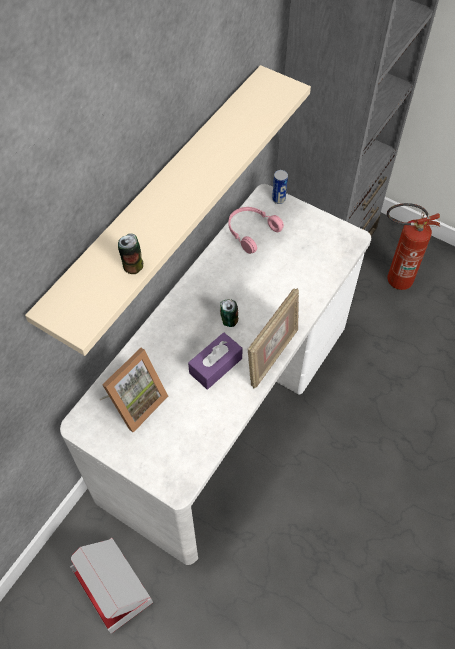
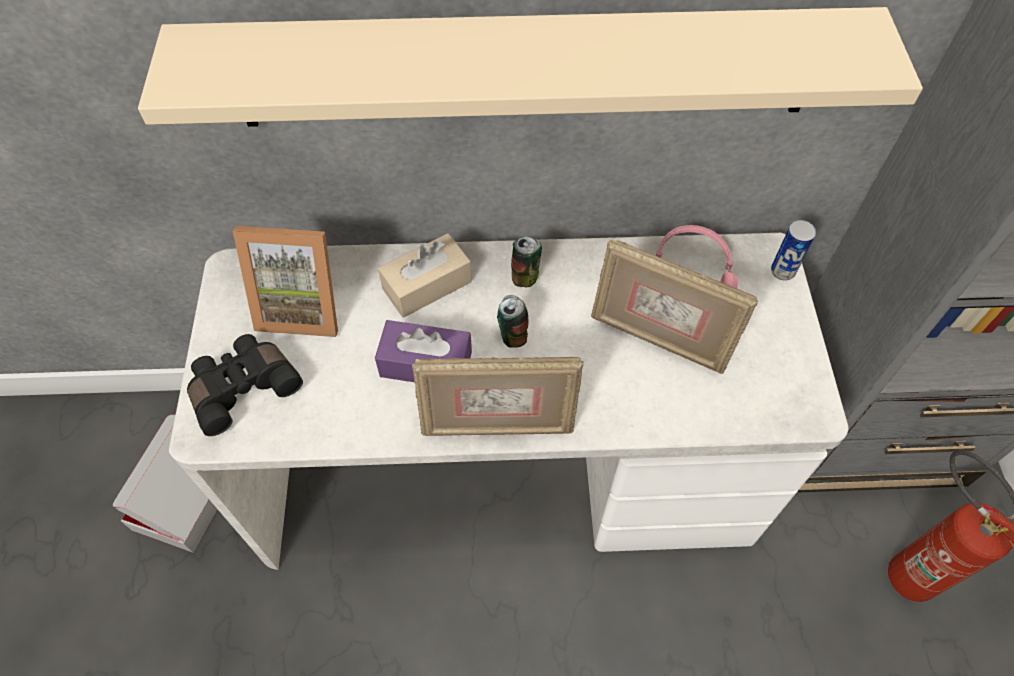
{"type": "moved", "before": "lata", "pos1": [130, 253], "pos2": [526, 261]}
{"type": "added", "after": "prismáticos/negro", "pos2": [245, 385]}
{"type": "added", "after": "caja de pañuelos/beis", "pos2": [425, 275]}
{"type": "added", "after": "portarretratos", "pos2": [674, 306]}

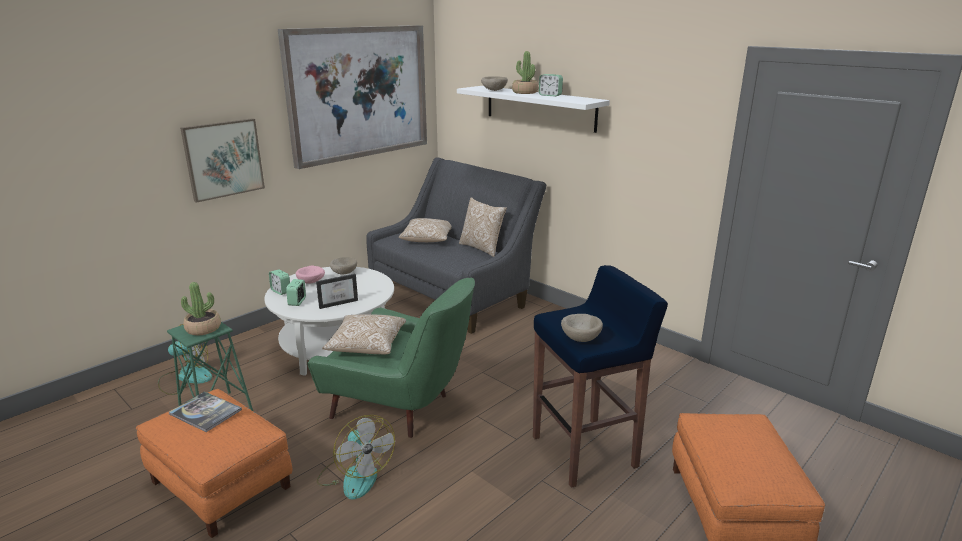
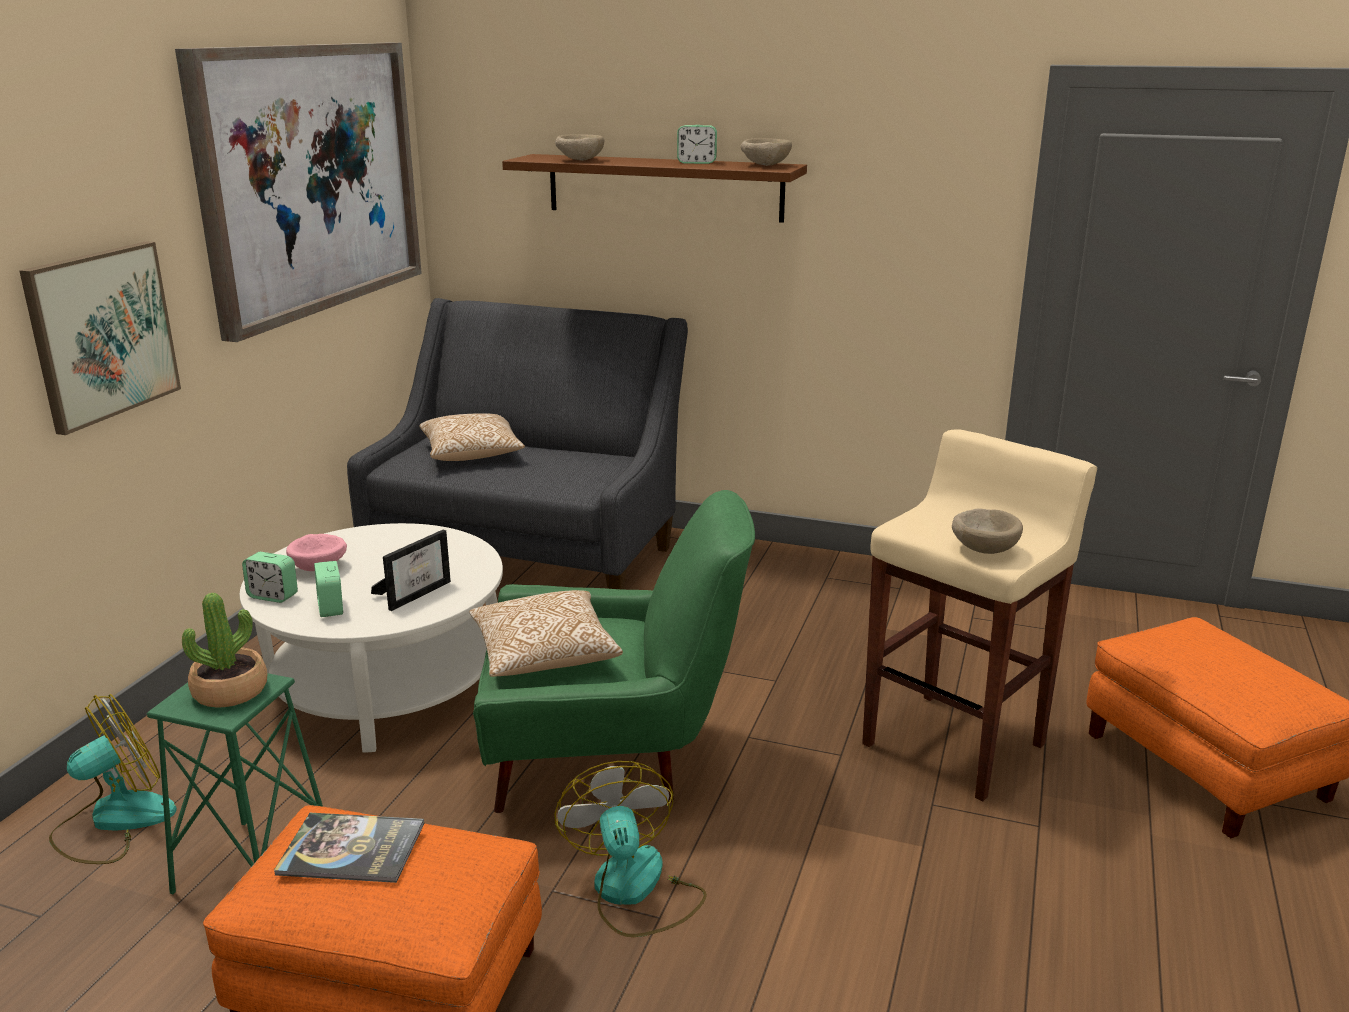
{"type": "turned", "before": "ventilador", "pos1": [356, 457], "pos2": [630, 849], "turn": -135}
{"type": "moved", "before": "cuenco/beis", "pos1": [343, 265], "pos2": [766, 152]}
{"type": "recoloured", "before": "estante/blanco", "after": "estante/marrón", "pos1": [533, 109], "pos2": [654, 188]}
{"type": "removed", "before": "cojín", "pos1": [483, 227]}
{"type": "removed", "before": "planta en maceta", "pos1": [525, 72]}
{"type": "recoloured", "before": "taburete/azul", "after": "taburete/beis", "pos1": [600, 376], "pos2": [979, 615]}

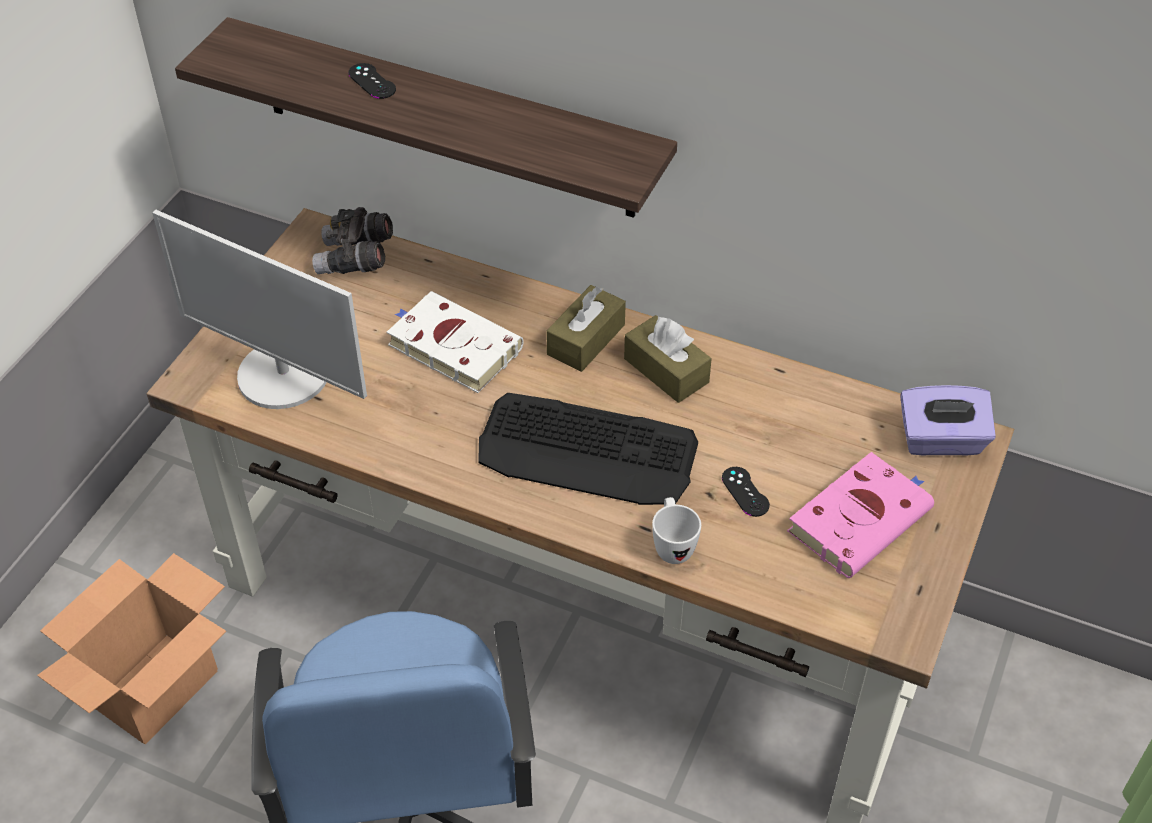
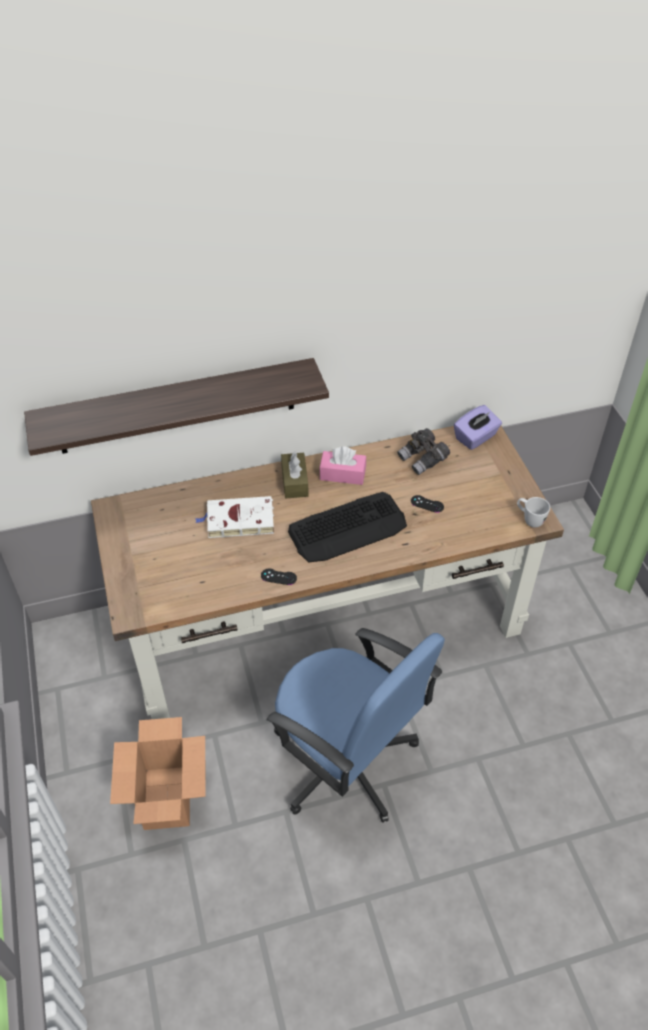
{"type": "removed", "before": "monitor", "pos1": [259, 309]}
{"type": "moved", "before": "prismáticos/gris", "pos1": [352, 240], "pos2": [423, 451]}
{"type": "moved", "before": "mando de consola/negro", "pos1": [372, 81], "pos2": [279, 576]}
{"type": "recoloured", "before": "caja de pañuelos/marrón", "after": "caja de pañuelos/rosa", "pos1": [668, 359], "pos2": [342, 466]}
{"type": "moved", "before": "taza grande/blanco", "pos1": [676, 530], "pos2": [533, 512]}
{"type": "removed", "before": "libro/rosa", "pos1": [860, 515]}

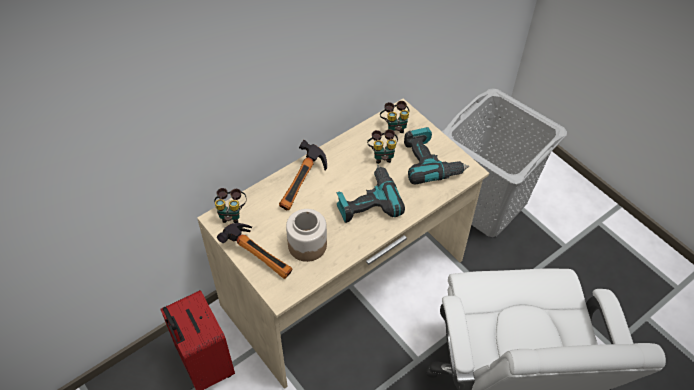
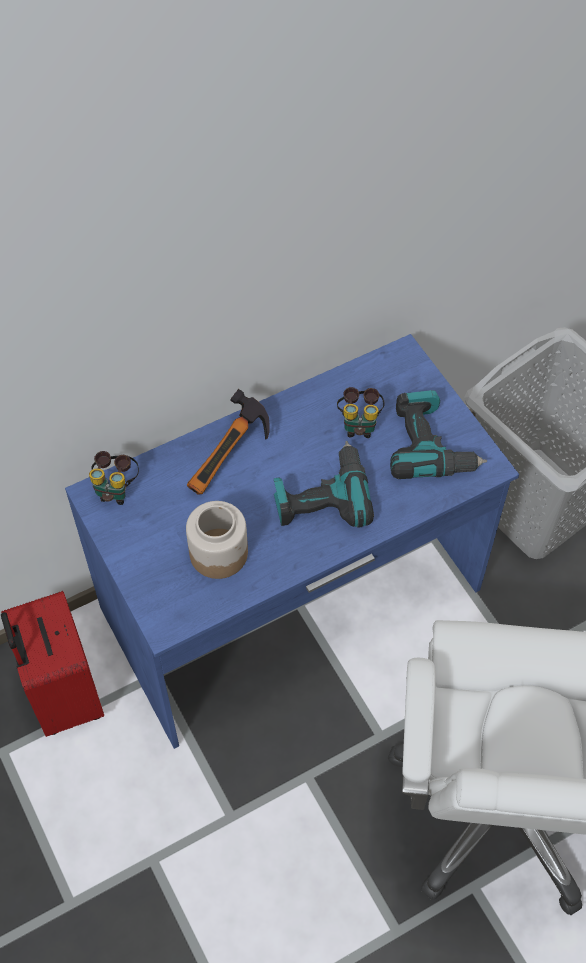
{"type": "recoloured", "before": "escritorio/beis", "after": "escritorio/azul", "pos1": [343, 244], "pos2": [292, 541]}
{"type": "removed", "before": "martillo", "pos1": [254, 251]}
{"type": "removed", "before": "prismáticos", "pos1": [394, 117]}

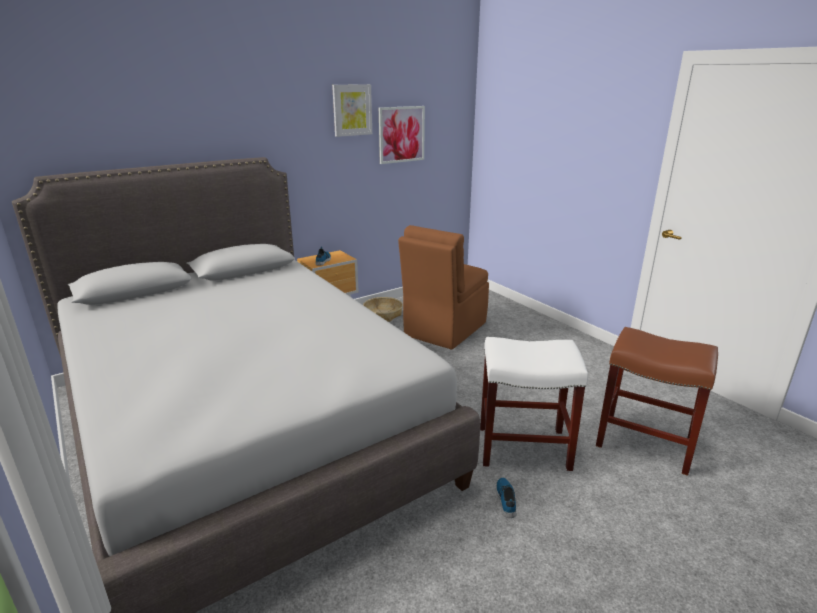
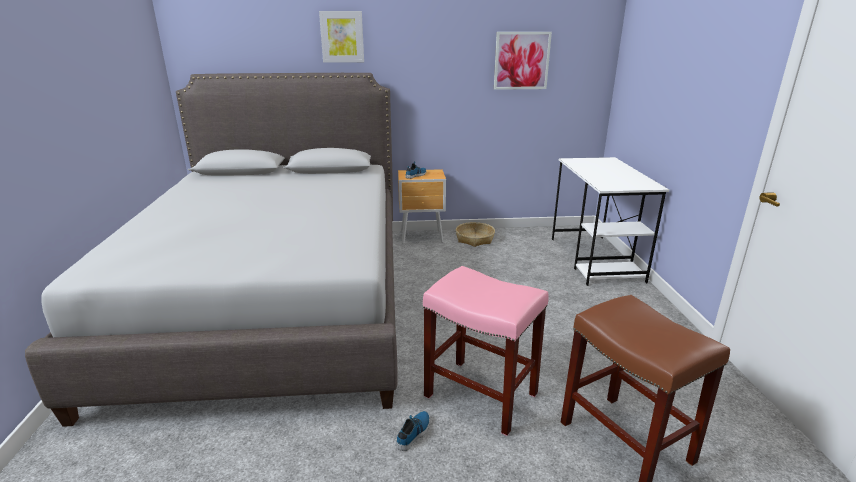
{"type": "moved", "before": "cuadro", "pos1": [352, 110], "pos2": [341, 37]}
{"type": "removed", "before": "silla/marrón", "pos1": [443, 287]}
{"type": "recoloured", "before": "taburete/blanco", "after": "taburete/rosa", "pos1": [534, 404], "pos2": [486, 351]}
{"type": "added", "after": "escritorio/blanco", "pos2": [610, 221]}

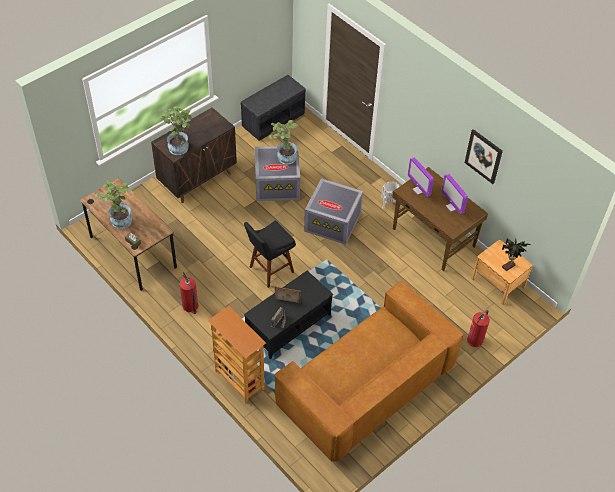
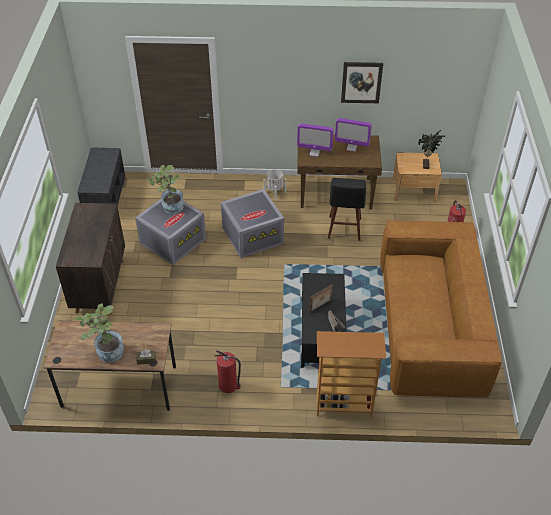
{"type": "removed", "before": "planta en maceta", "pos1": [176, 130]}
{"type": "moved", "before": "taburete/negro", "pos1": [270, 254], "pos2": [347, 209]}

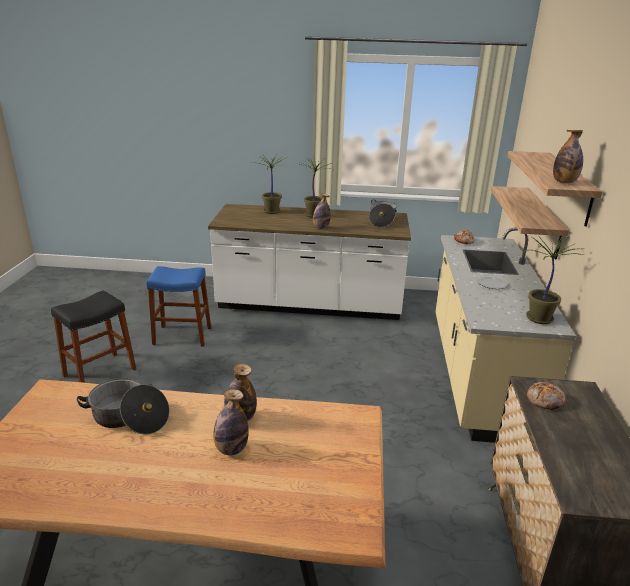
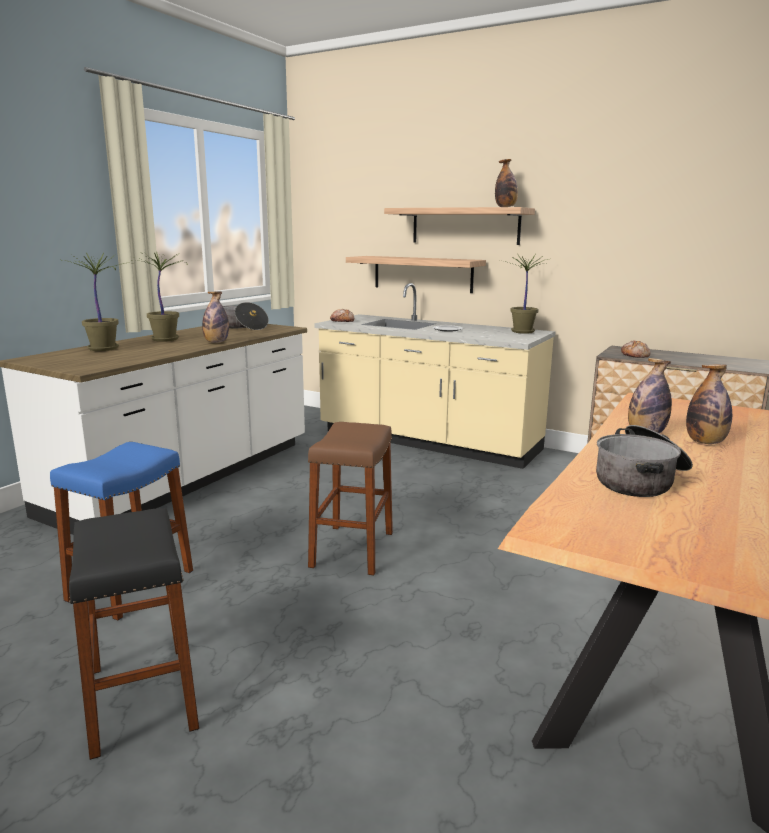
{"type": "added", "after": "taburete/marrón", "pos2": [350, 498]}

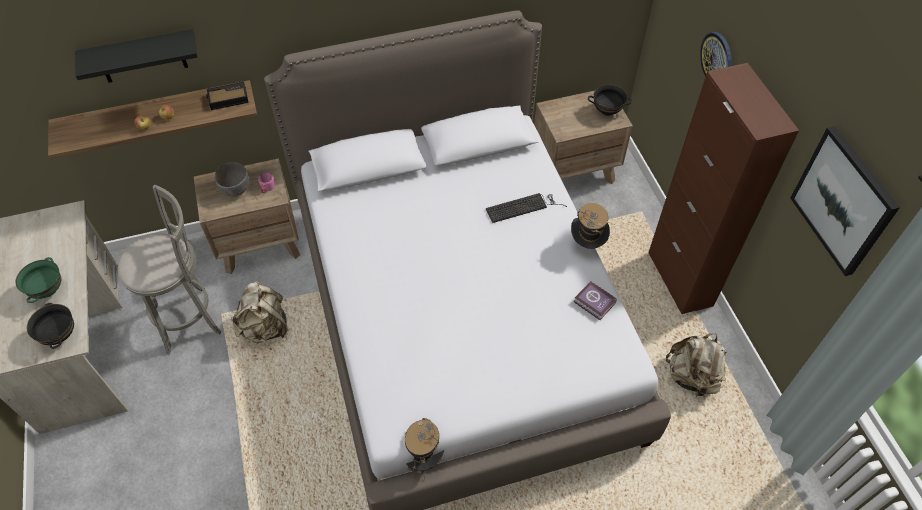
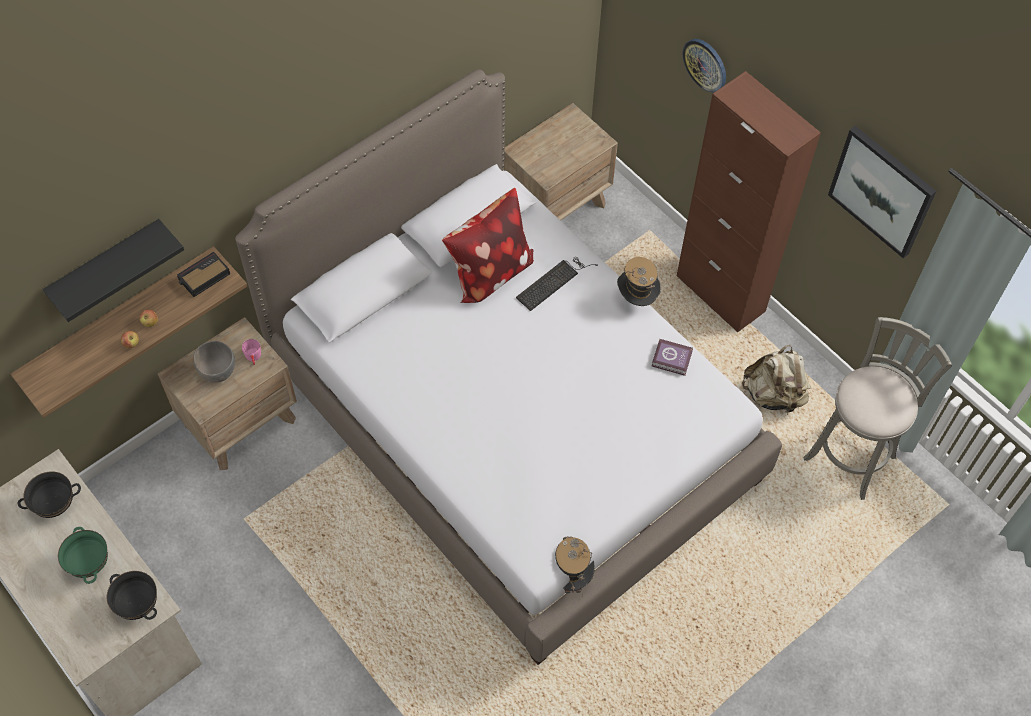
{"type": "moved", "before": "taburete/gris", "pos1": [169, 269], "pos2": [877, 408]}
{"type": "removed", "before": "mochila/beis", "pos1": [259, 313]}
{"type": "moved", "before": "cuenco/negro", "pos1": [610, 100], "pos2": [49, 494]}
{"type": "added", "after": "cojín", "pos2": [488, 245]}

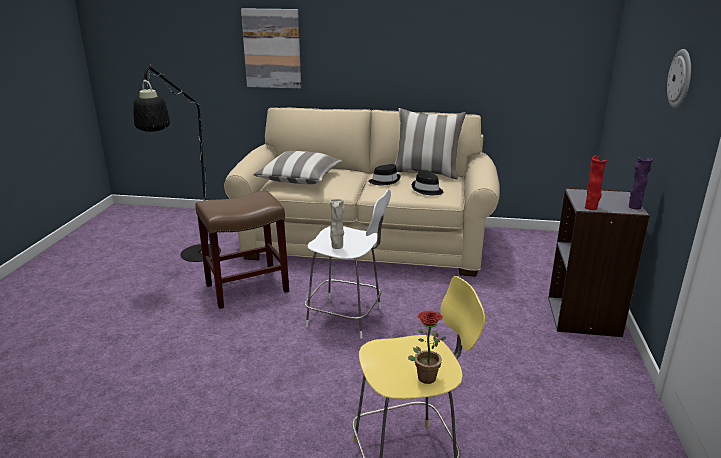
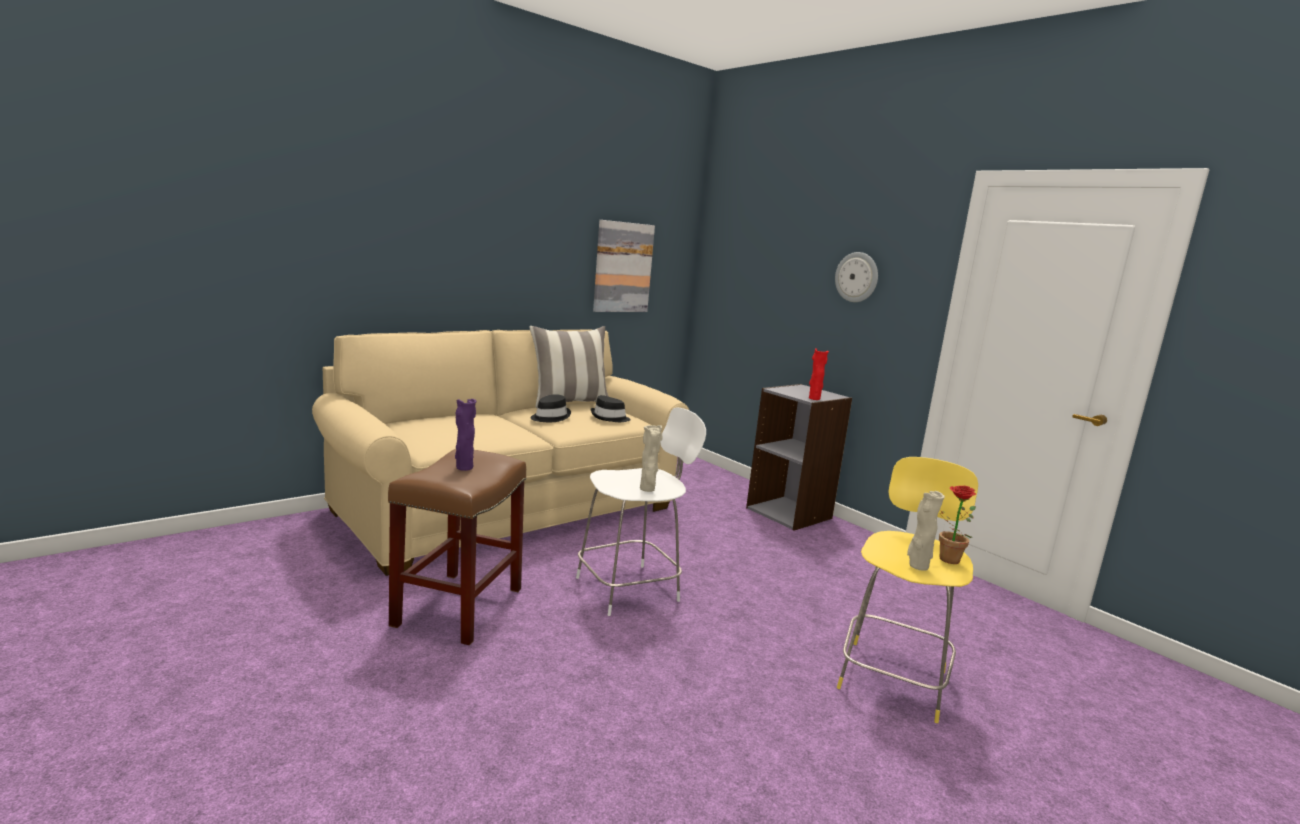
{"type": "removed", "before": "lámpara de pie/negro", "pos1": [177, 163]}
{"type": "moved", "before": "cuadro", "pos1": [271, 49], "pos2": [624, 266]}
{"type": "removed", "before": "cojín", "pos1": [297, 167]}
{"type": "moved", "before": "florero/morado", "pos1": [641, 183], "pos2": [466, 435]}
{"type": "added", "after": "florero/beis", "pos2": [926, 531]}

